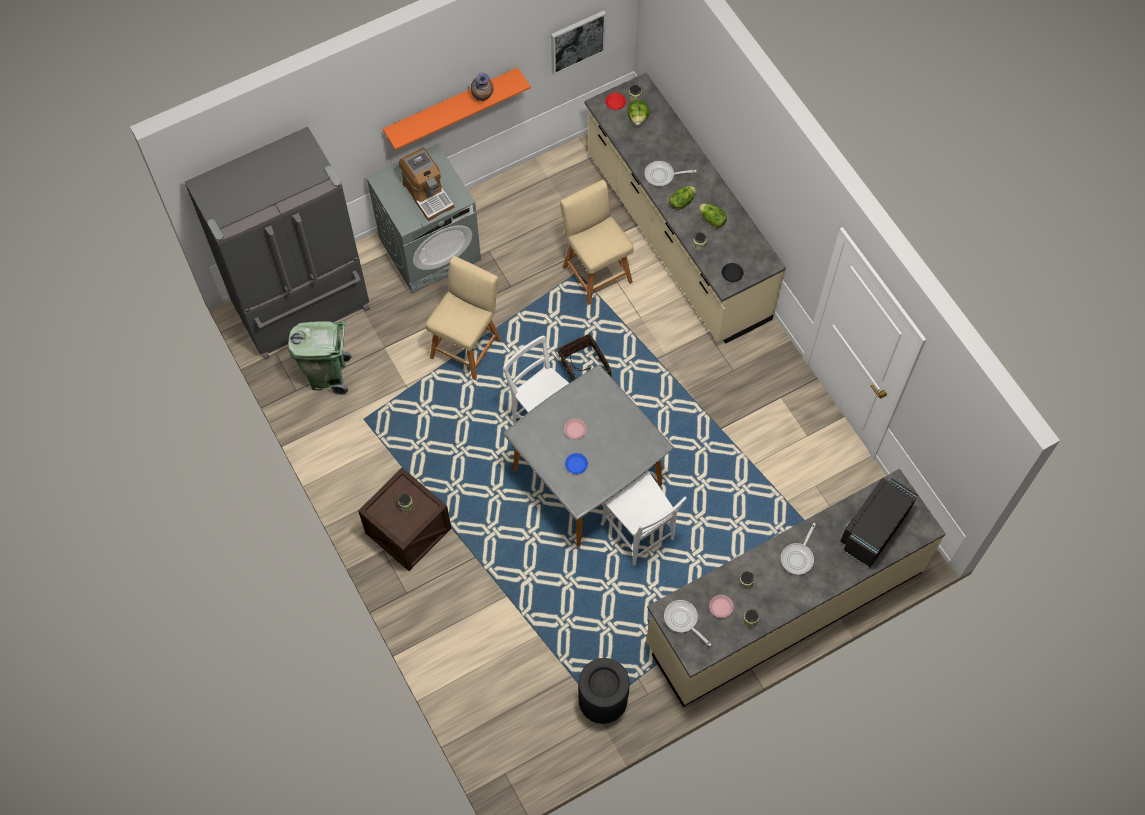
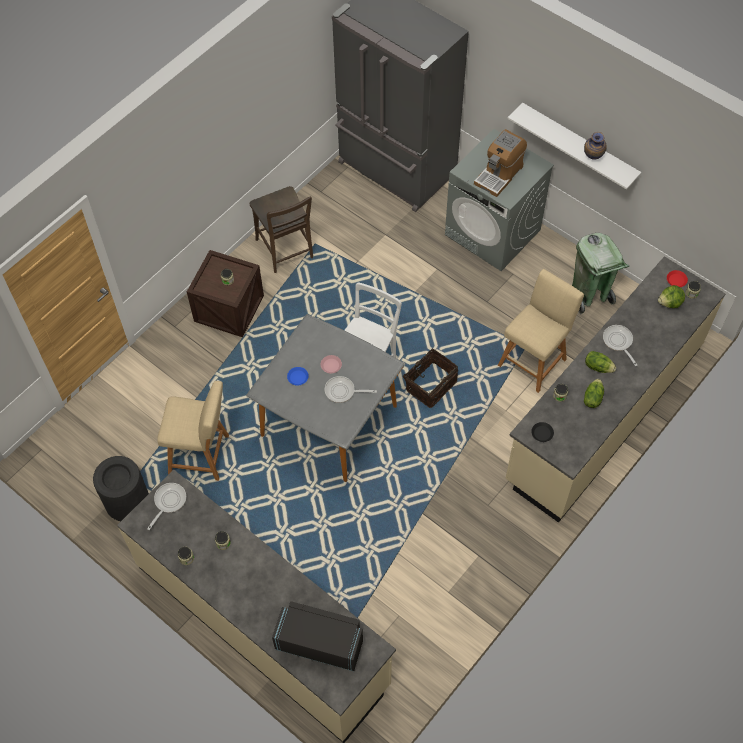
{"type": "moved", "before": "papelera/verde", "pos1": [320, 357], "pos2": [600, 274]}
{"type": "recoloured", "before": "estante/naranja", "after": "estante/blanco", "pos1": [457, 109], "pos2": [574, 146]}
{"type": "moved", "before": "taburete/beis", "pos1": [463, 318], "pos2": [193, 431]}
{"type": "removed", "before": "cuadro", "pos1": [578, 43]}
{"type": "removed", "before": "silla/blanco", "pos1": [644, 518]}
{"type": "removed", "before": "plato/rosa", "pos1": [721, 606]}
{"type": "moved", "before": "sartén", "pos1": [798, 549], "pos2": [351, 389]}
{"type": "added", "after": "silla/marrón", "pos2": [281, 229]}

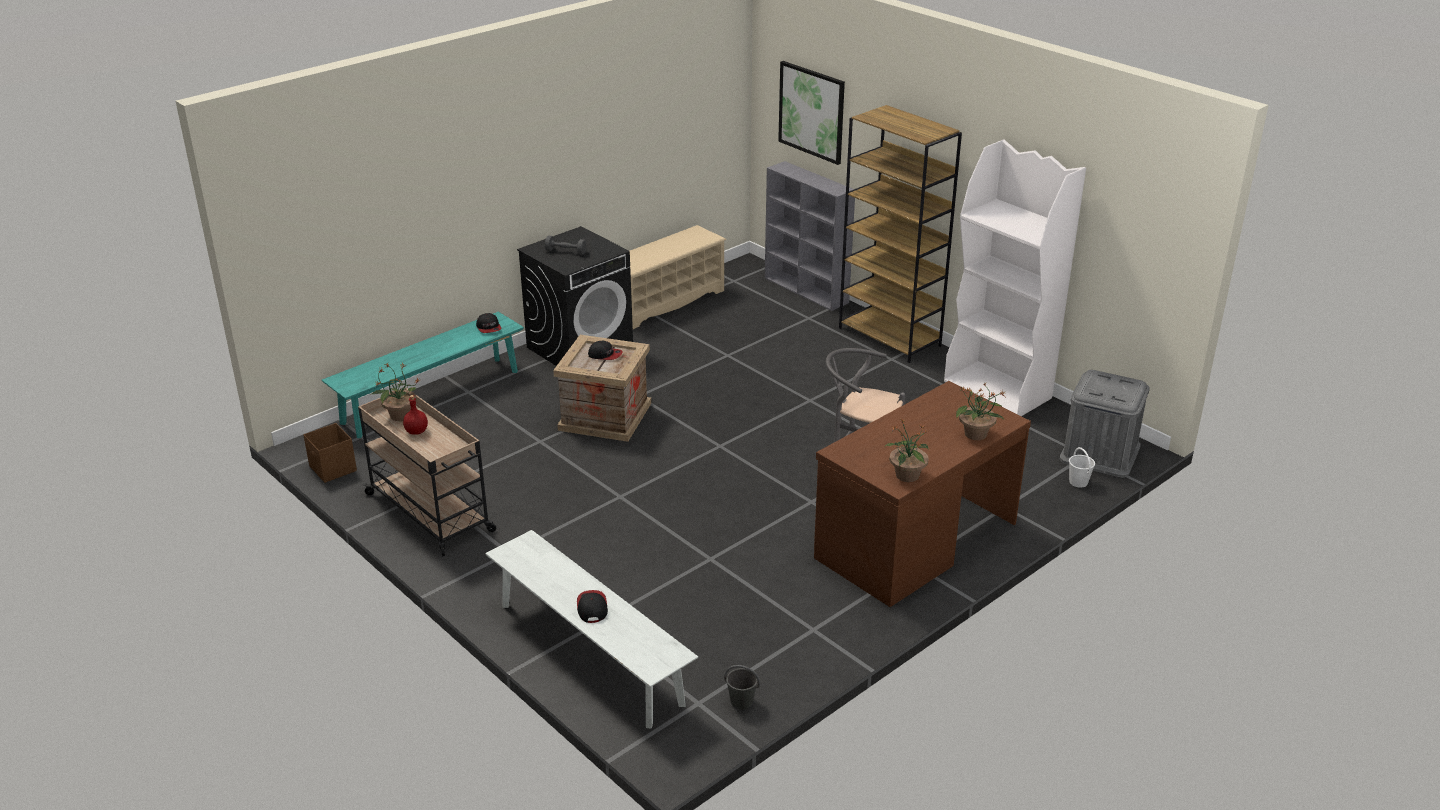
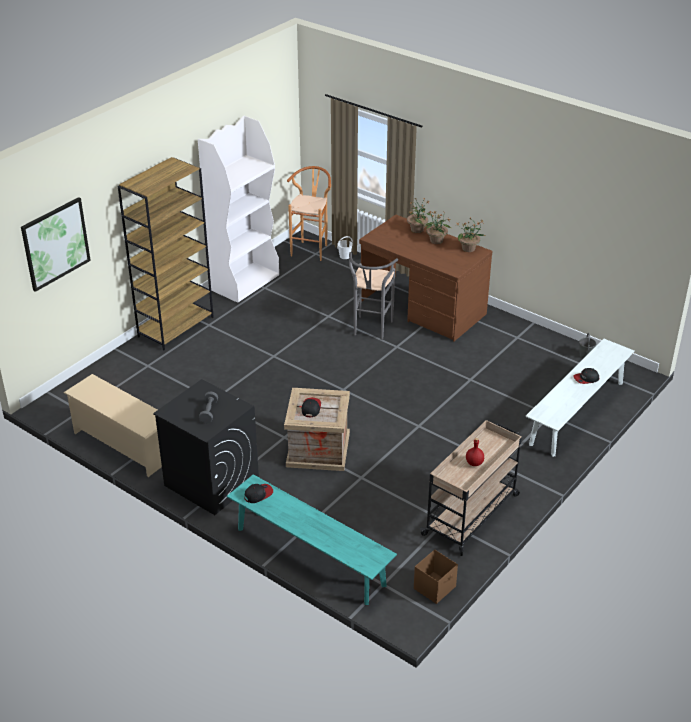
{"type": "moved", "before": "planta en maceta", "pos1": [395, 391], "pos2": [438, 227]}
{"type": "removed", "before": "estantería/gris", "pos1": [810, 236]}
{"type": "replaced", "before": "caja de almacenaje/gris", "after": "taburete/marrón", "pos1": [1105, 423], "pos2": [309, 213]}

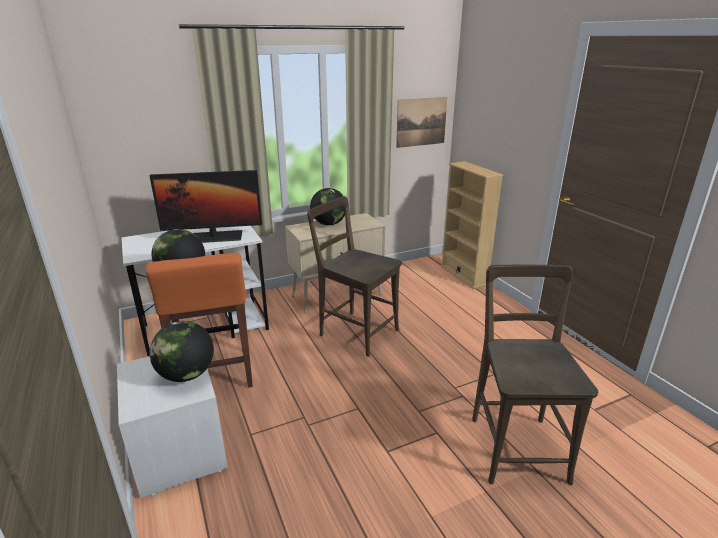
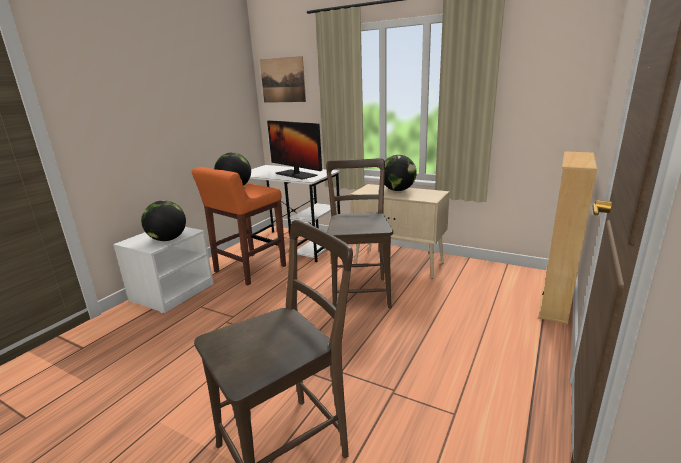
{"type": "moved", "before": "cuadro", "pos1": [421, 122], "pos2": [283, 79]}

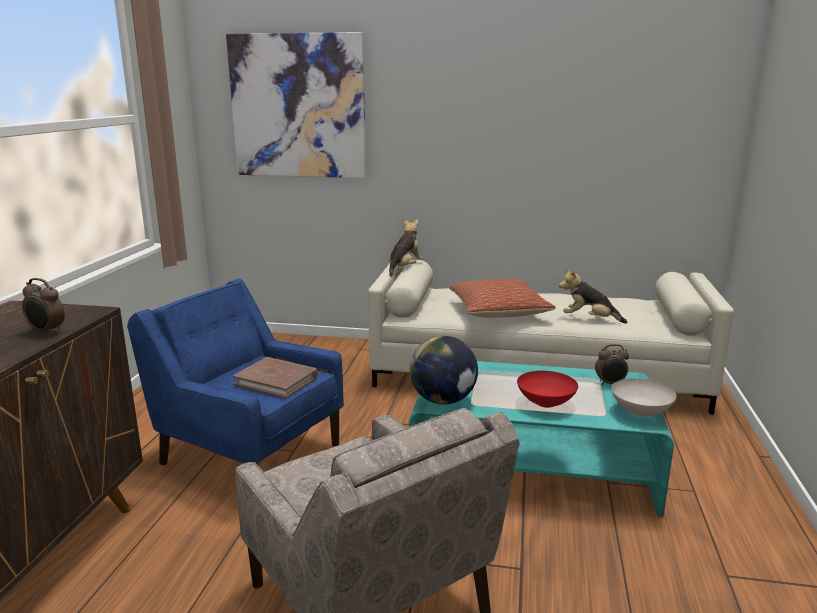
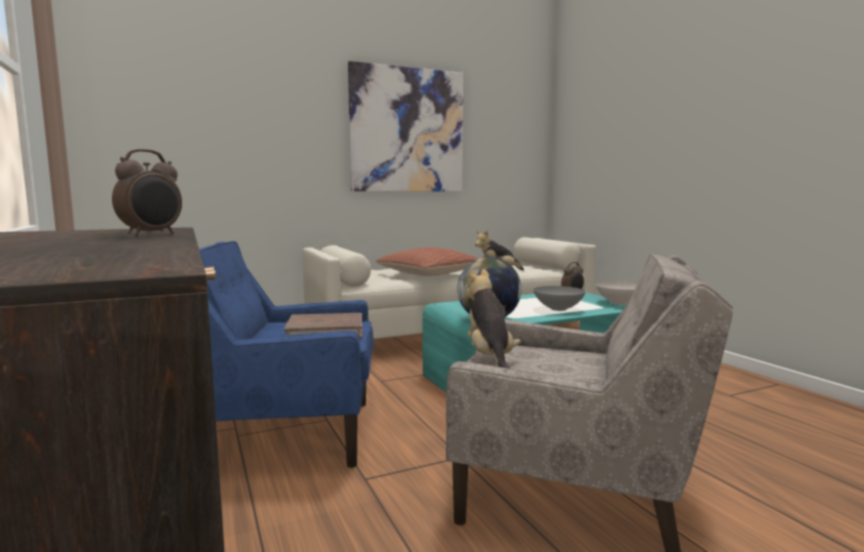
{"type": "turned", "before": "despertador", "pos1": [43, 306], "pos2": [147, 192], "turn": -45}
{"type": "moved", "before": "cuadro", "pos1": [296, 105], "pos2": [405, 126]}
{"type": "moved", "before": "peluche", "pos1": [406, 248], "pos2": [493, 319]}
{"type": "recoloured", "before": "cuenco/rojo", "after": "cuenco/gris", "pos1": [547, 389], "pos2": [559, 298]}

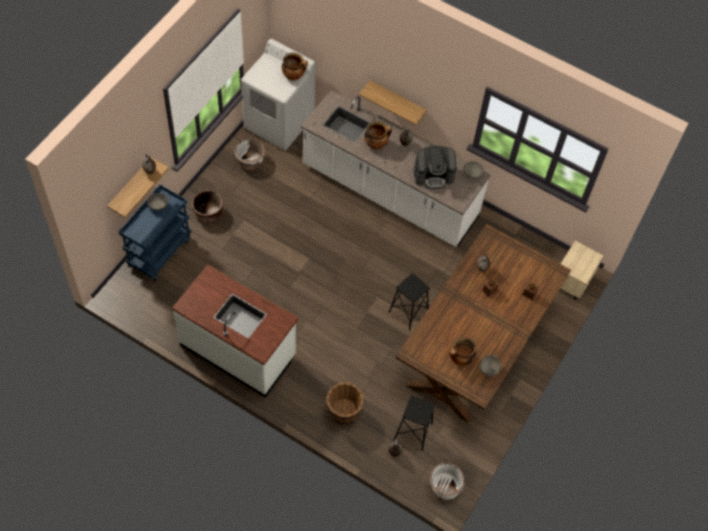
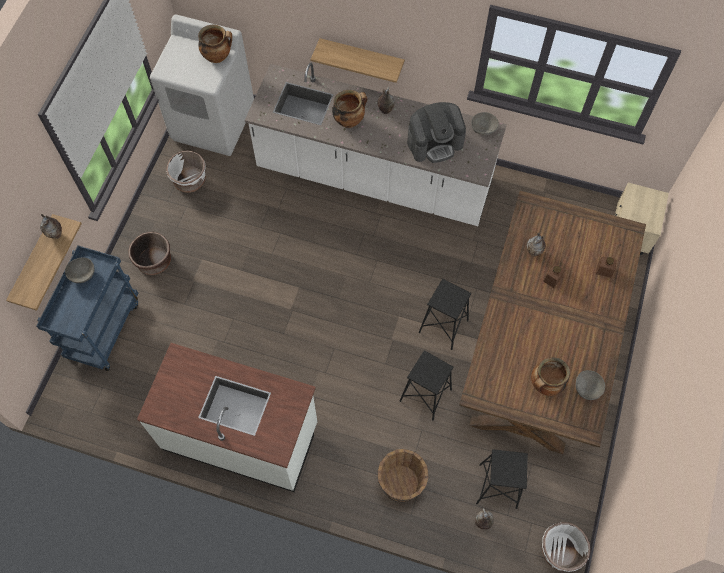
{"type": "added", "after": "taburete/negro", "pos2": [427, 385]}

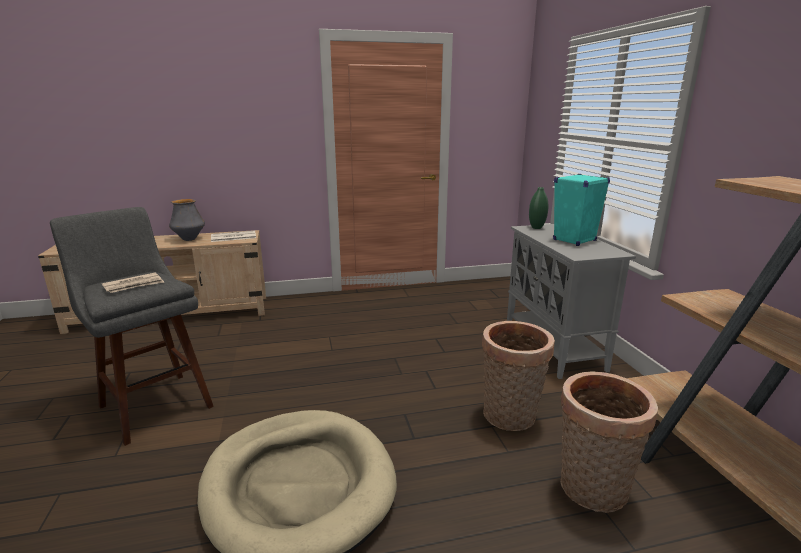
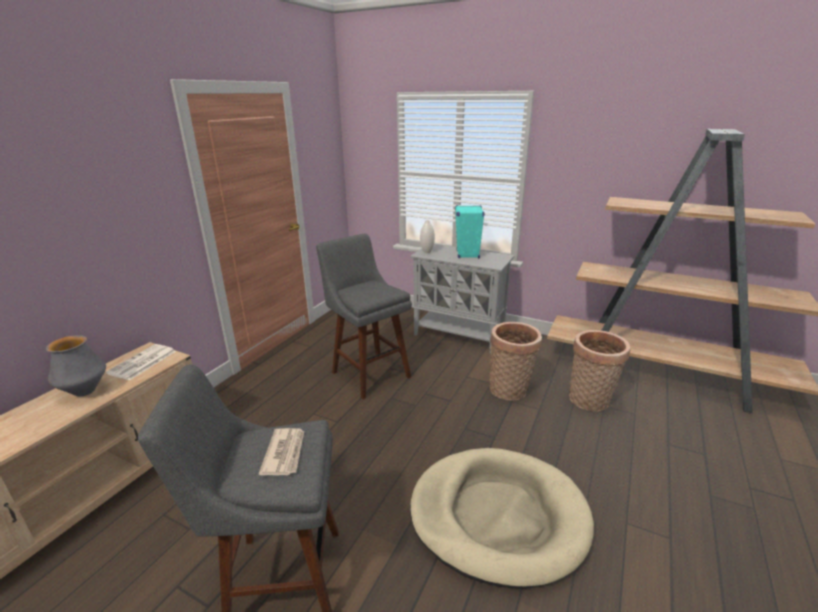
{"type": "recoloured", "before": "florero/verde", "after": "florero/blanco", "pos1": [538, 208], "pos2": [427, 236]}
{"type": "added", "after": "taburete/gris", "pos2": [364, 316]}

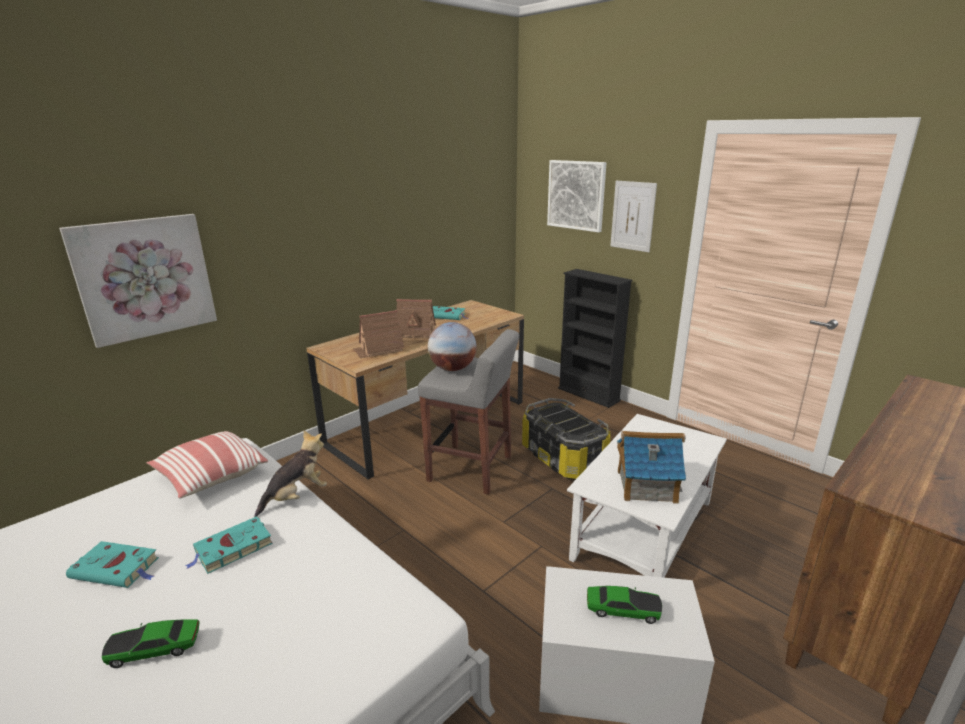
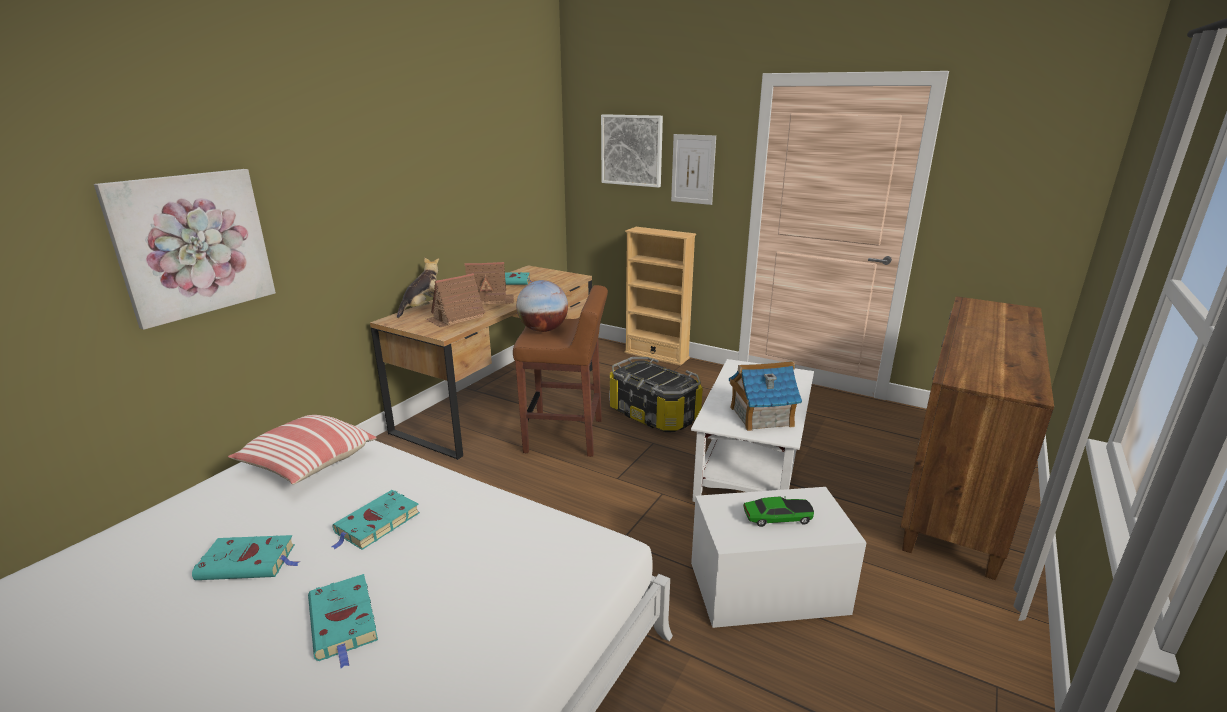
{"type": "replaced", "before": "coche de juguete", "after": "libro/turquesa", "pos1": [151, 643], "pos2": [343, 621]}
{"type": "moved", "before": "peluche", "pos1": [290, 473], "pos2": [418, 287]}
{"type": "recoloured", "before": "taburete/gris", "after": "taburete/marrón", "pos1": [468, 412], "pos2": [560, 371]}
{"type": "recoloured", "before": "estantería/negro", "after": "estantería/beis", "pos1": [595, 338], "pos2": [660, 296]}

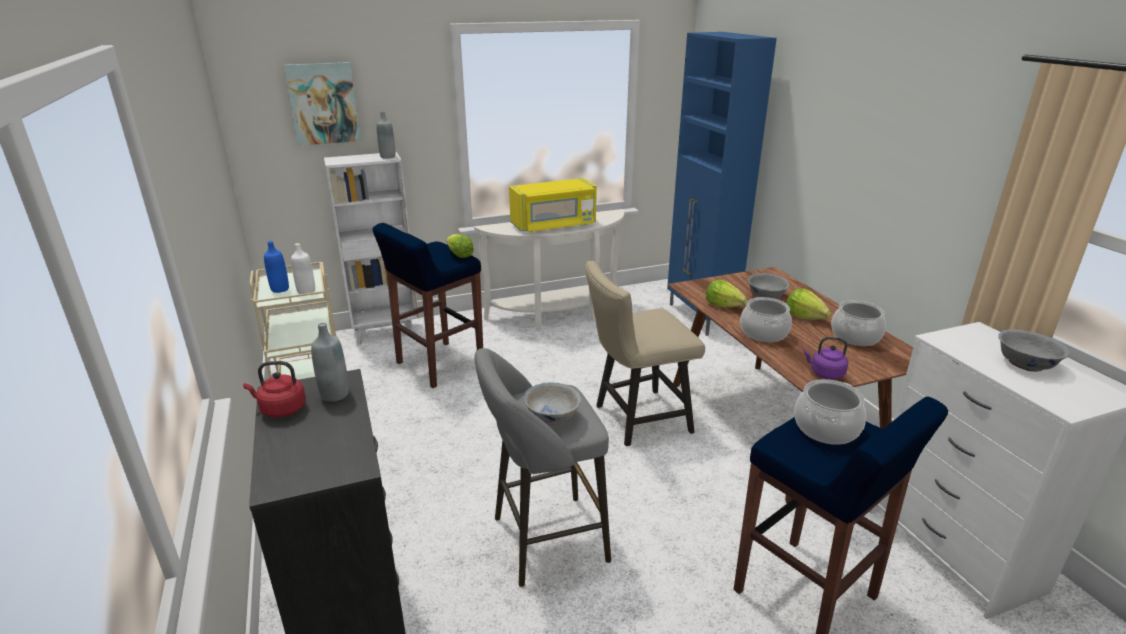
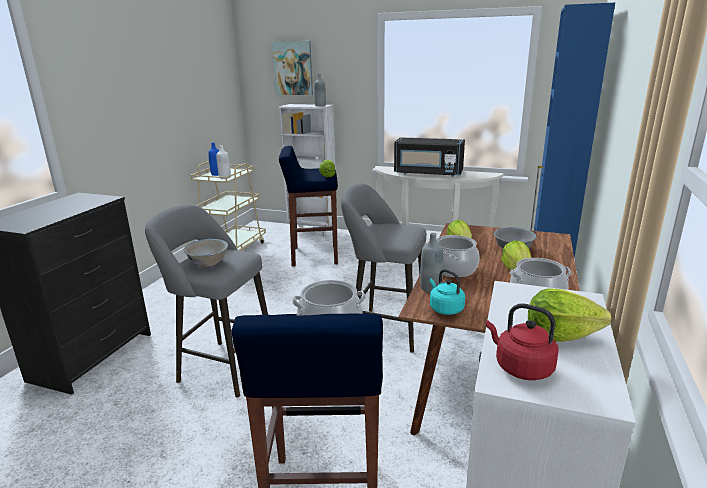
{"type": "moved", "before": "hervidor/rojo", "pos1": [274, 389], "pos2": [522, 341]}
{"type": "moved", "before": "botella/gris", "pos1": [330, 362], "pos2": [432, 263]}
{"type": "recoloured", "before": "microondas/amarillo", "after": "microondas/negro", "pos1": [553, 205], "pos2": [429, 157]}
{"type": "replaced", "before": "silla/beis", "after": "taburete/gris", "pos1": [645, 353], "pos2": [383, 268]}
{"type": "recoloured", "before": "hervidor/morado", "after": "hervidor/turquesa", "pos1": [825, 358], "pos2": [447, 292]}
{"type": "replaced", "before": "cuenco/gris", "after": "lechuga", "pos1": [1034, 350], "pos2": [569, 315]}

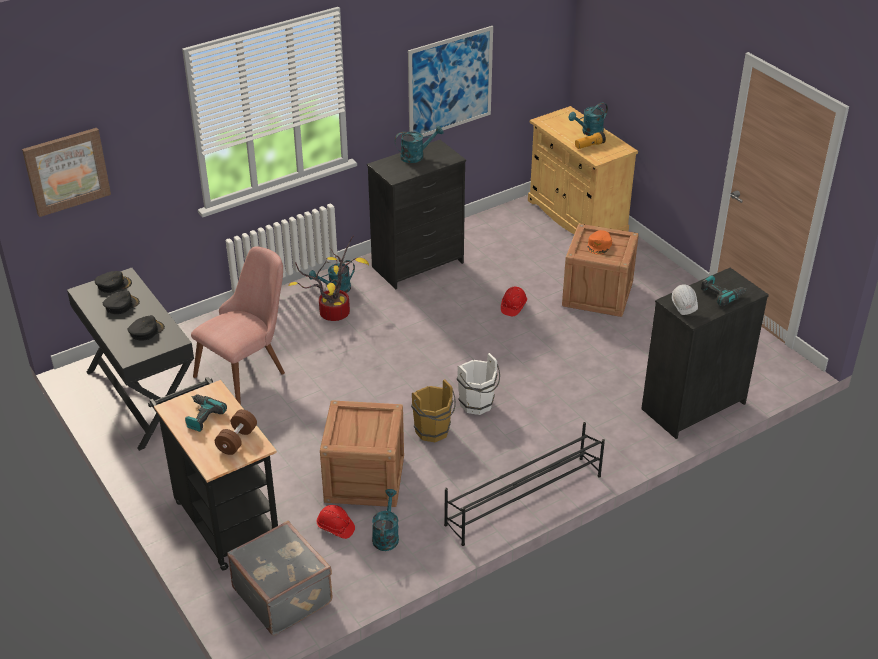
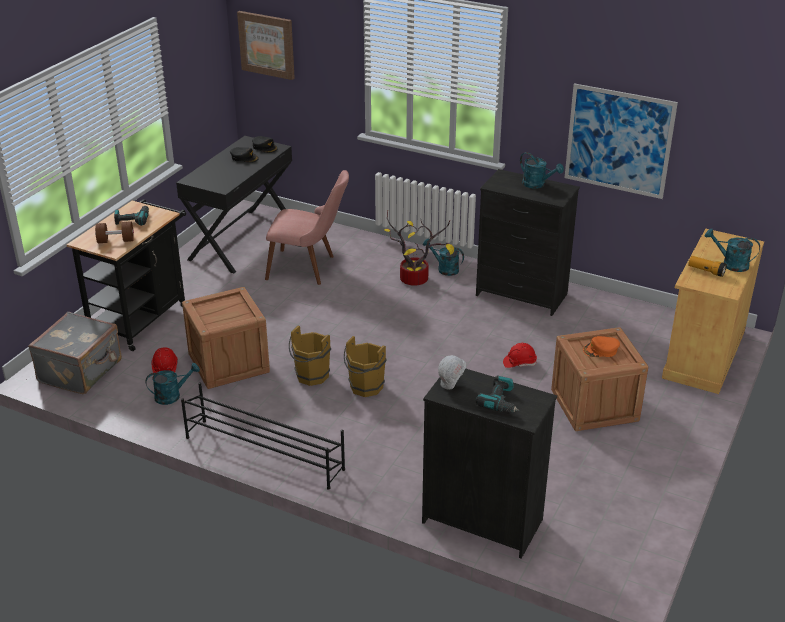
{"type": "removed", "before": "gorra/negro", "pos1": [146, 328]}
{"type": "recoloured", "before": "cubo/blanco", "after": "cubo/marrón", "pos1": [478, 384], "pos2": [365, 366]}

